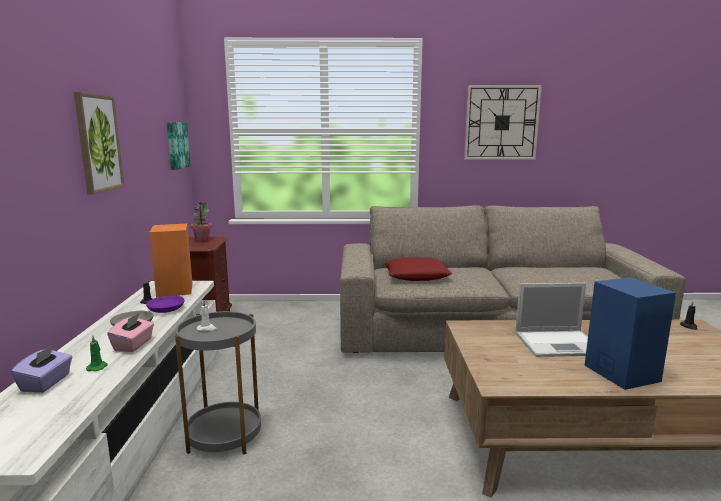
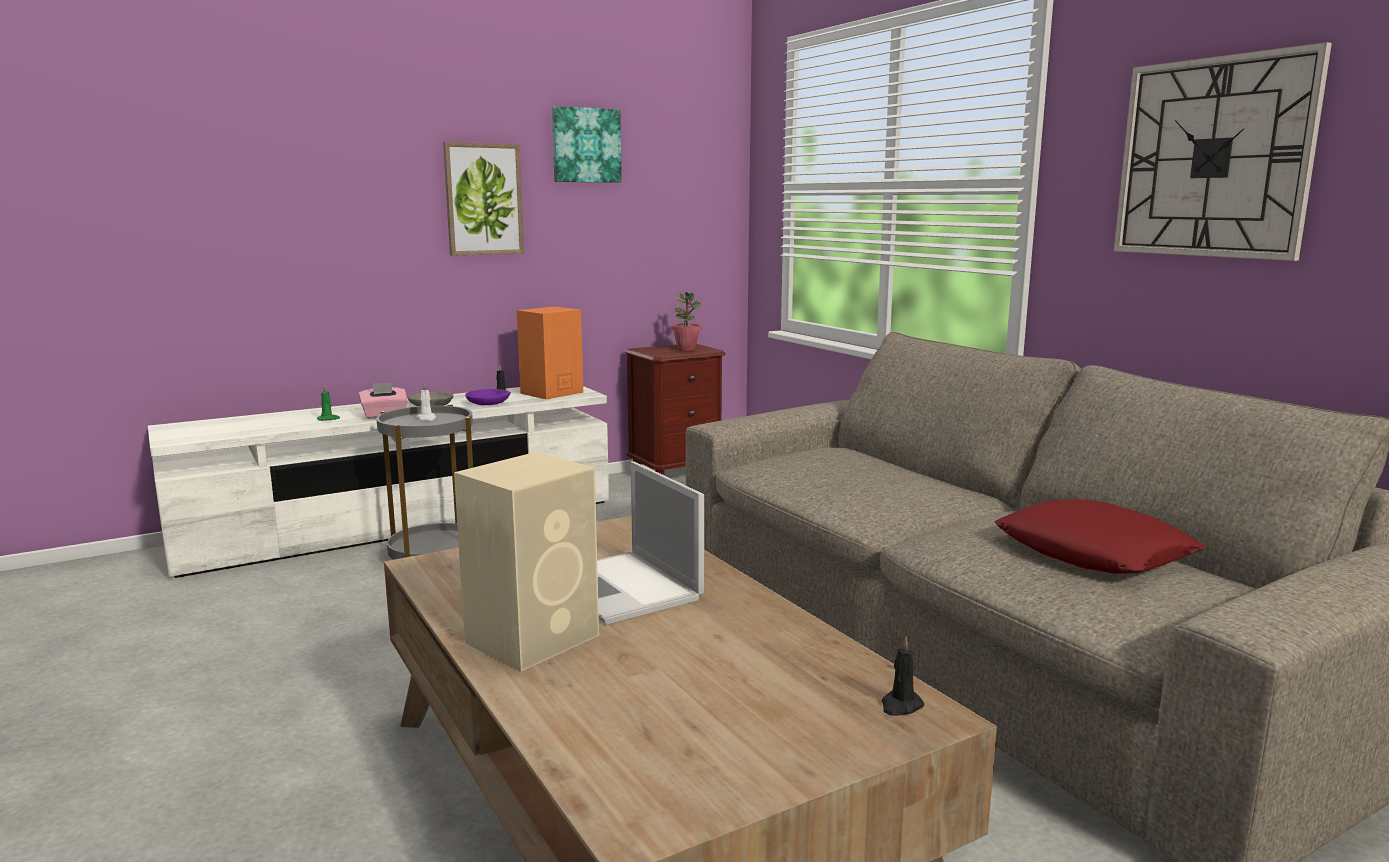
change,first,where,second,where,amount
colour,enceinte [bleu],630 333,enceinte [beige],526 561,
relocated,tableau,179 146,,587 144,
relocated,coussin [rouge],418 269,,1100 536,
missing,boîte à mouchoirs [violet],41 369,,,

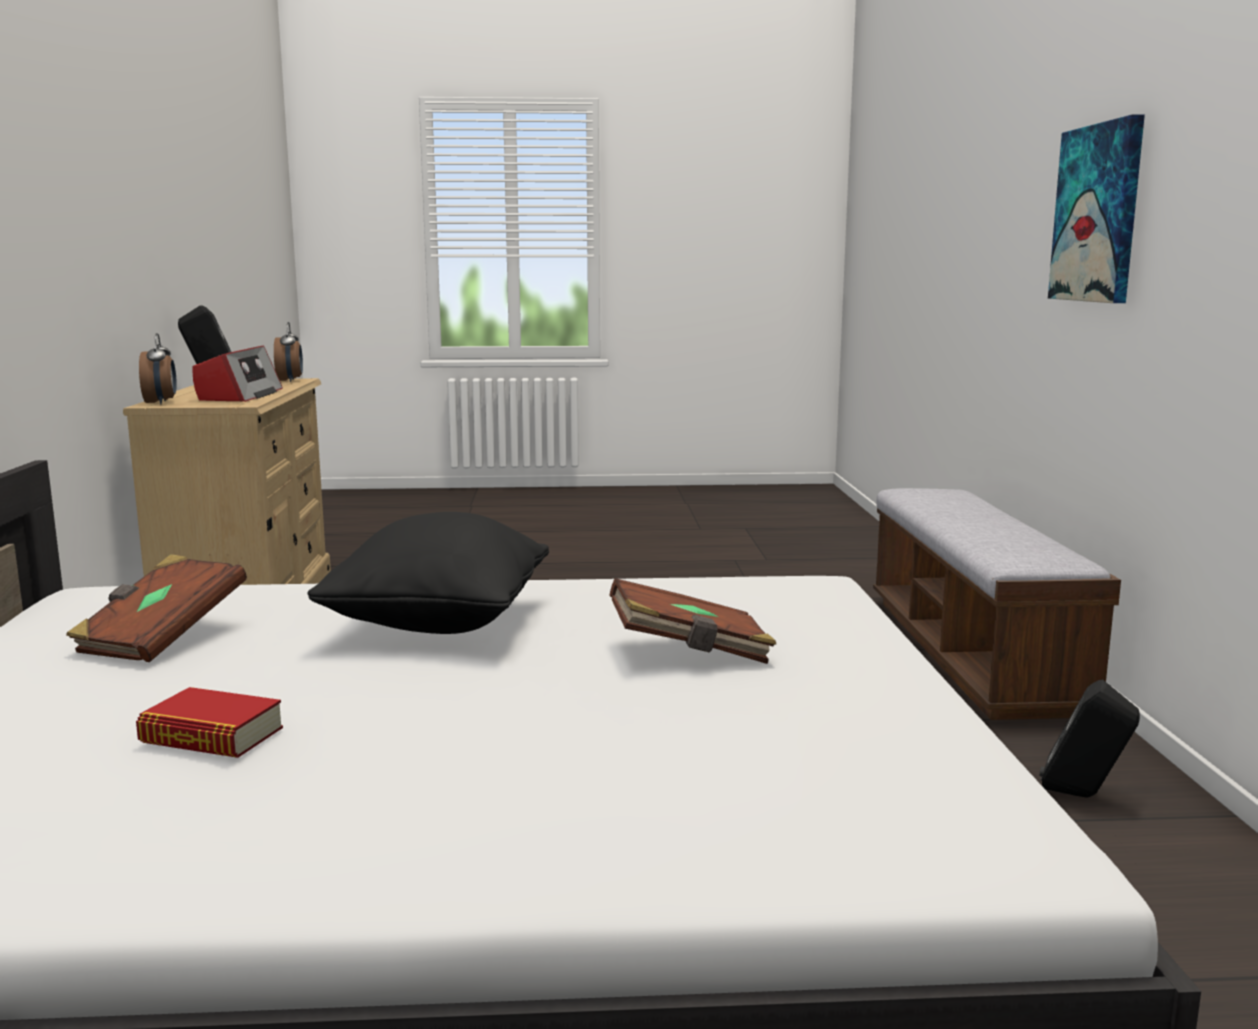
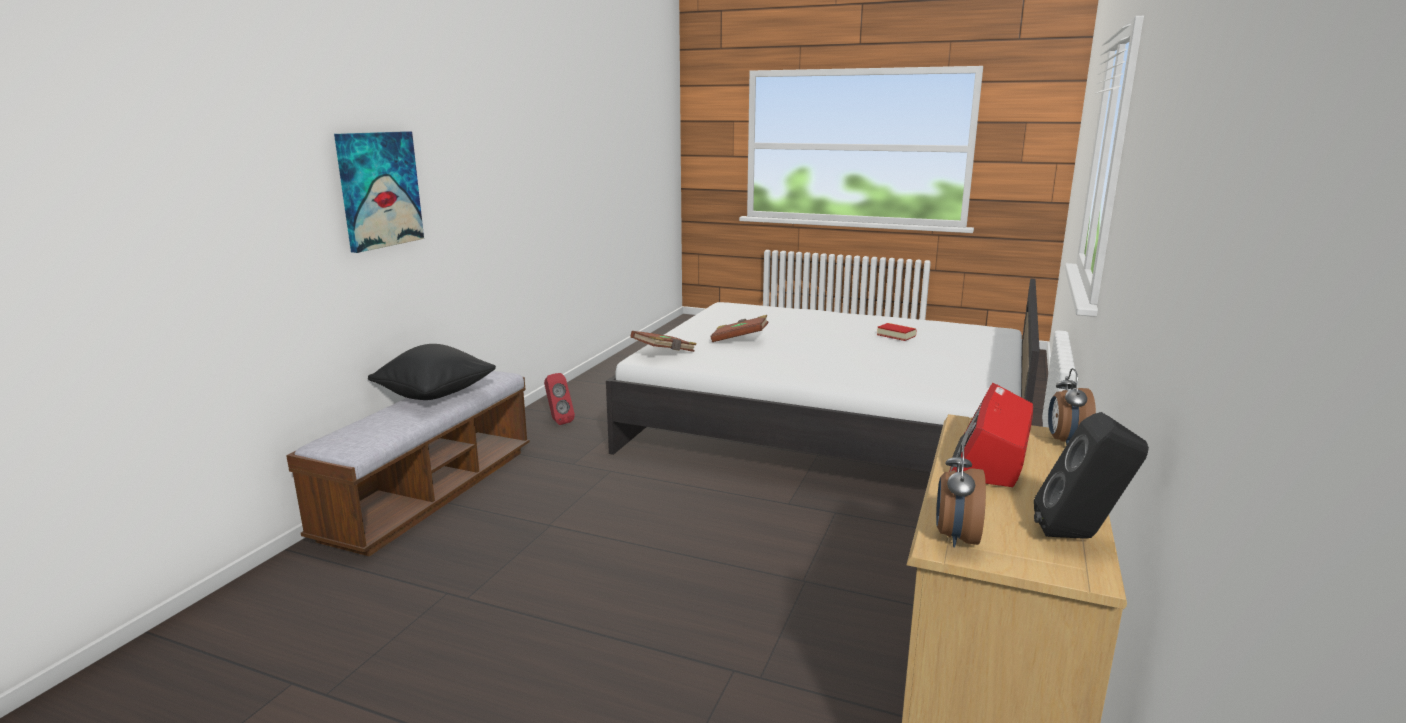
change,first,where,second,where,amount
relocated,coussin [noir],428 573,,432 372,
colour,enceinte [noir],1090 738,enceinte [rouge],559 399,
relocated,livre [marron],156 608,,663 341,

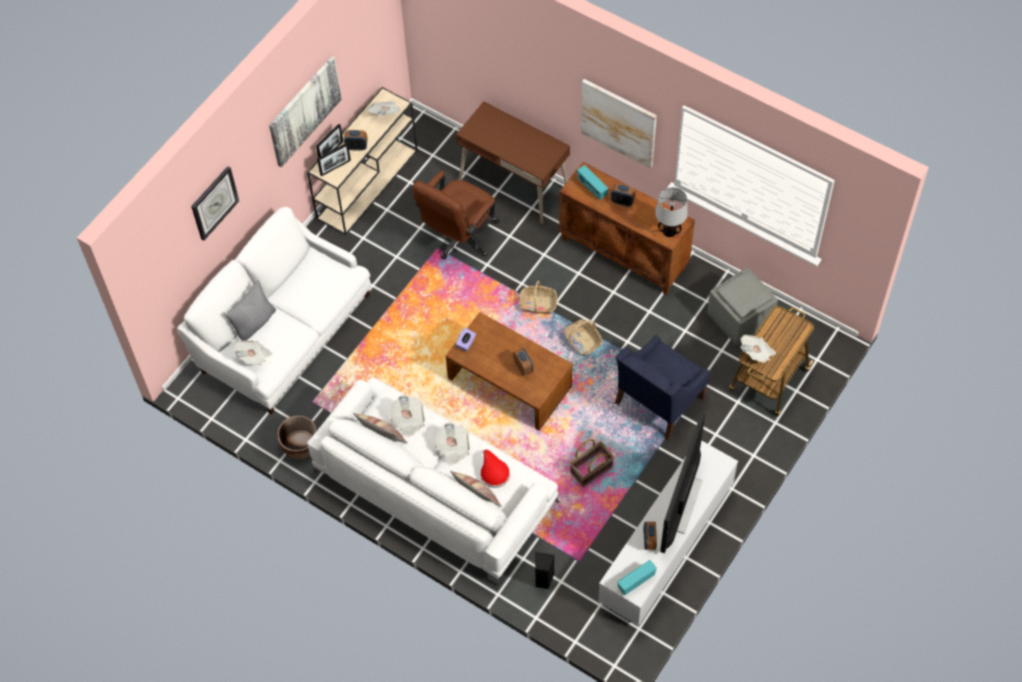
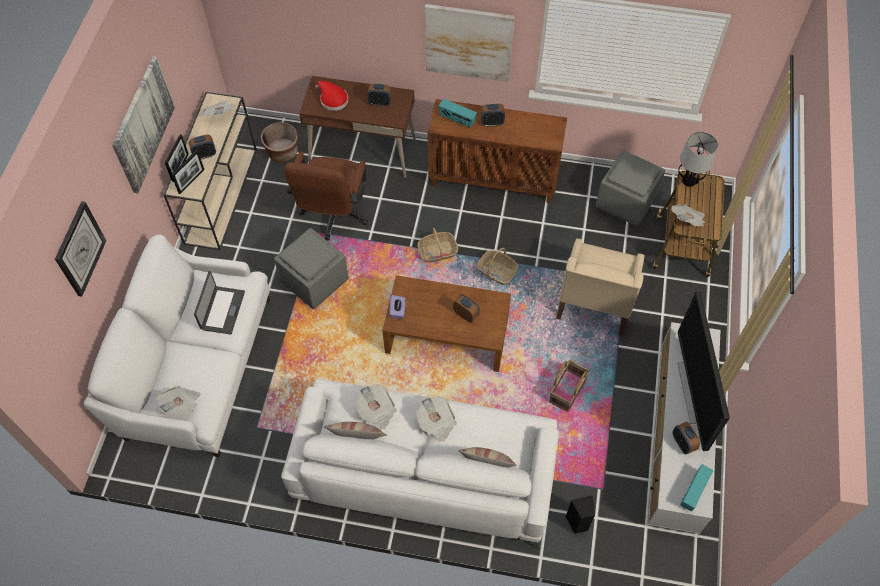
change,first,where,second,where,amount
appeared,,,ordinateur portable,219 303,
relocated,cache-pot [marron],297 437,,280 142,
appeared,,,pouf [gris],311 268,
relocated,chapeau [rouge],495 469,,332 96,
appeared,,,réveil,379 95,
colour,fauteuil [bleu],662 387,fauteuil [beige],600 287,
relocated,lampe de table,671 212,,698 159,
missing,coussin [gris],250 310,,,

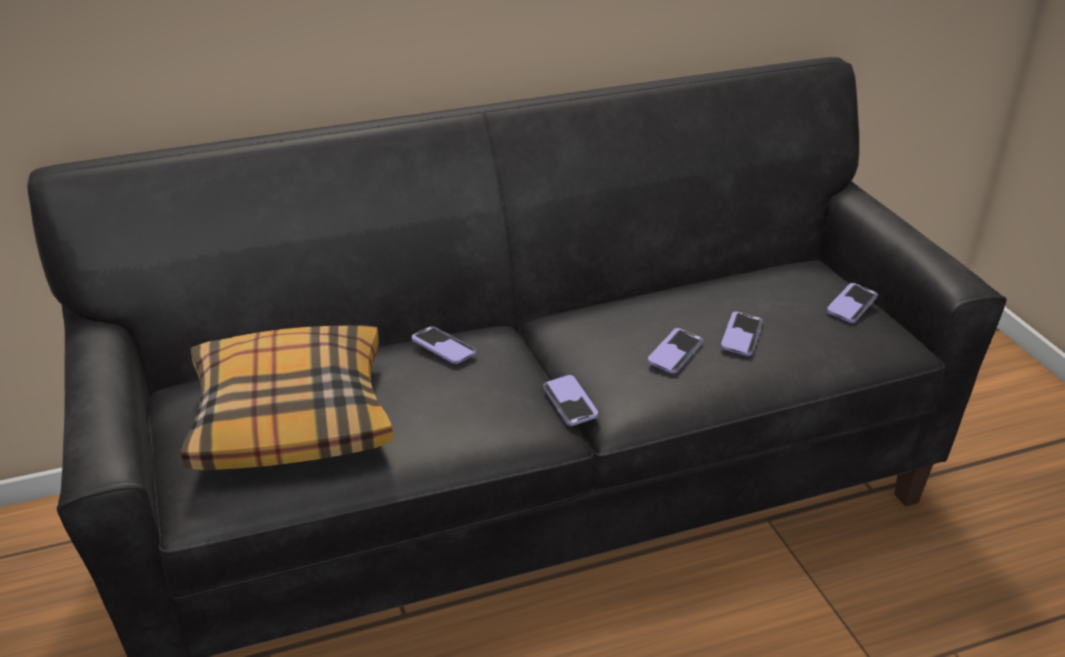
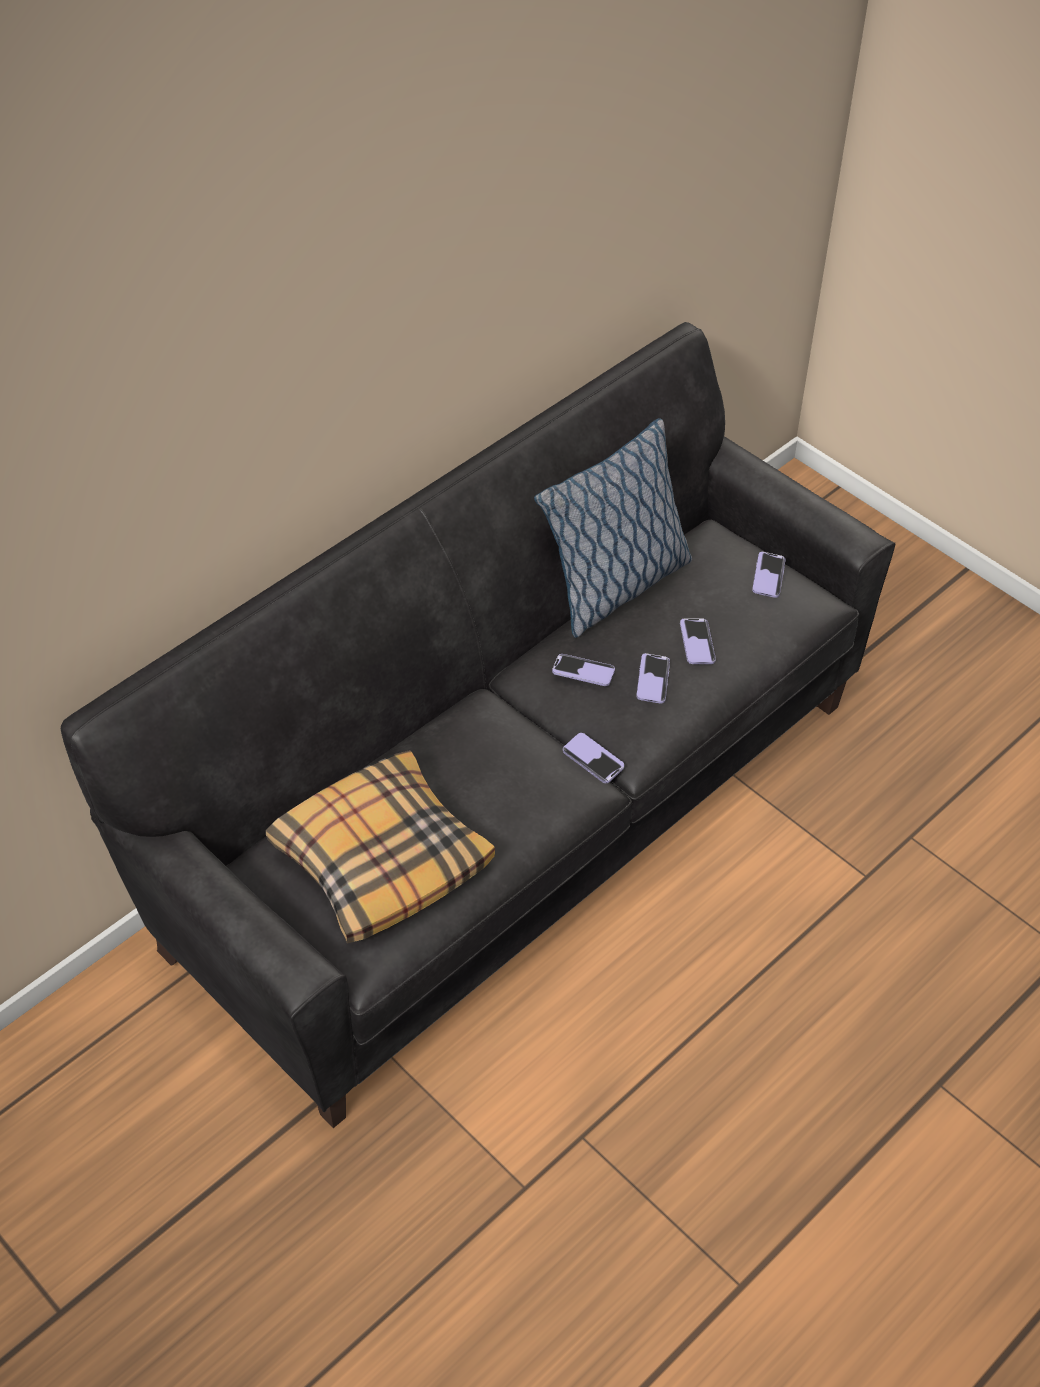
change,first,where,second,where,amount
appeared,,,coussin,613 528,
relocated,téléphone,443 345,,583 670,

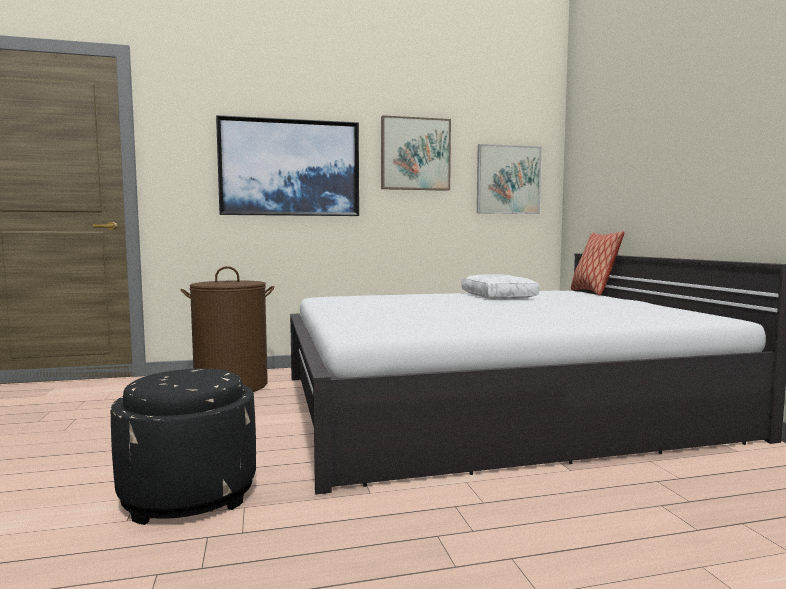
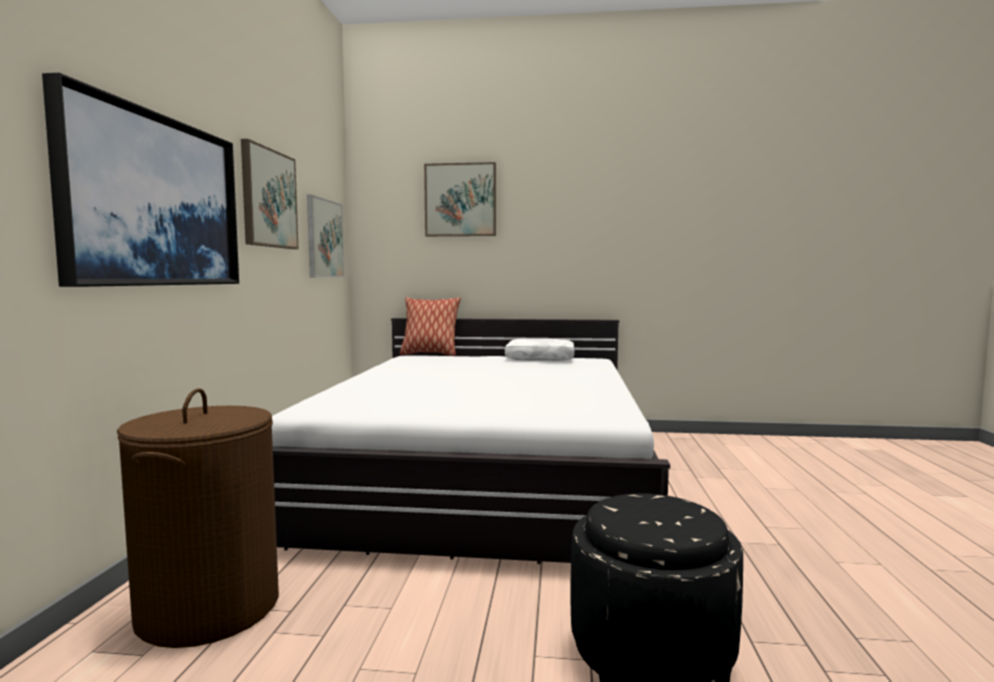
change,first,where,second,where,amount
appeared,,,tableau,460 199,
relocated,coussin [blanc],500 287,,539 349,

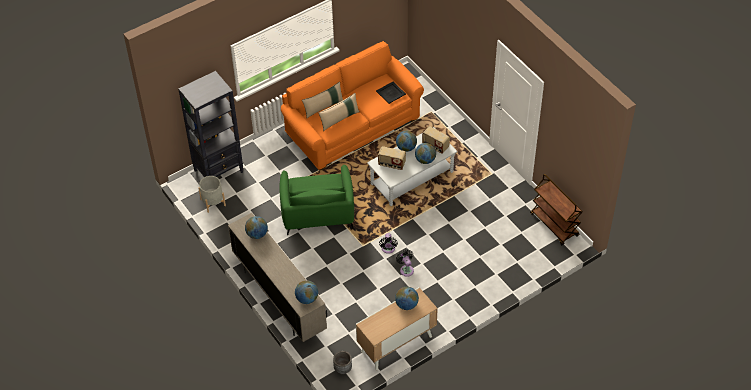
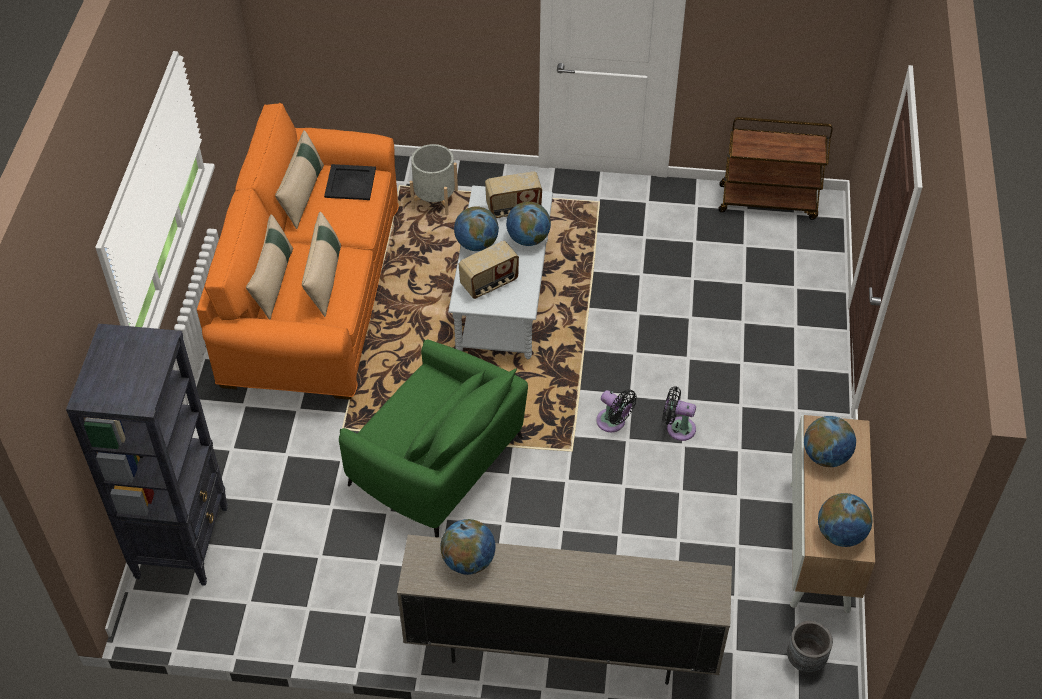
change,first,where,second,where,amount
appeared,,,coussin [beige],299 179,
relocated,cache-pot [gris],212 194,,434 179,
relocated,globe,306 292,,845 520,

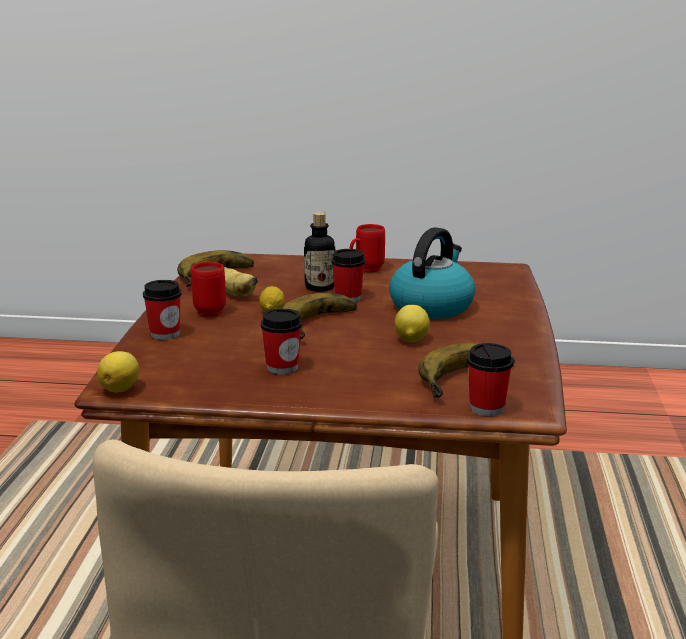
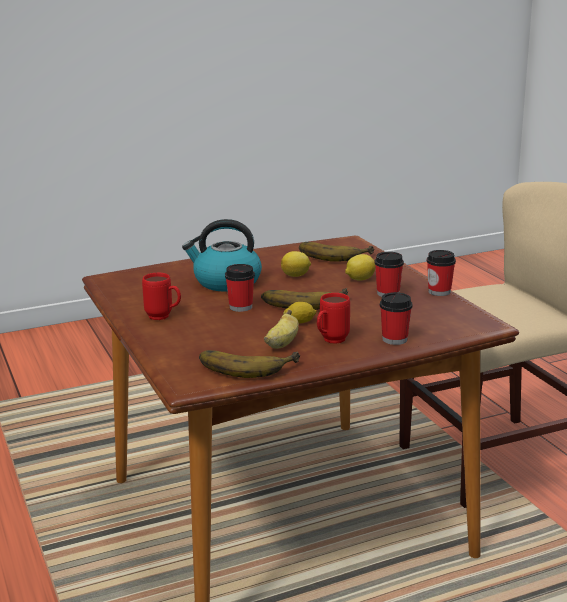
change,first,where,second,where,amount
relocated,citron,118 372,,360 267,
relocated,tasse,490 379,,441 273,
missing,bouteille,319 252,,,

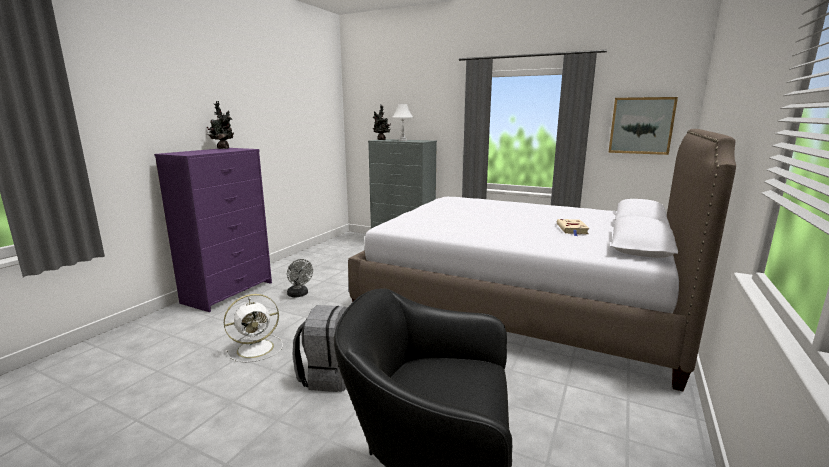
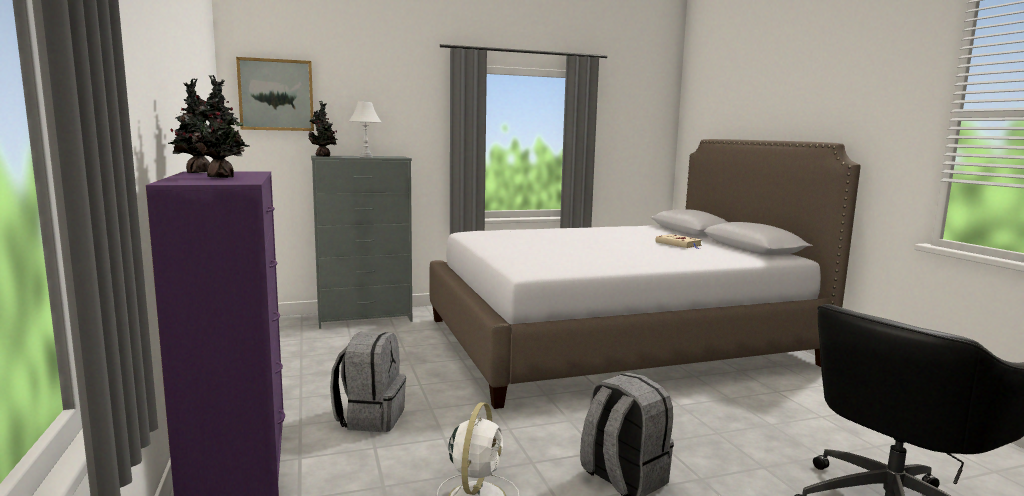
change,first,where,second,where,amount
appeared,,,plante en pot,220 126,
relocated,tableau,643 126,,275 94,
exchanged,ventilateur [gris],300 278,sac à dos [gris],368 381,

